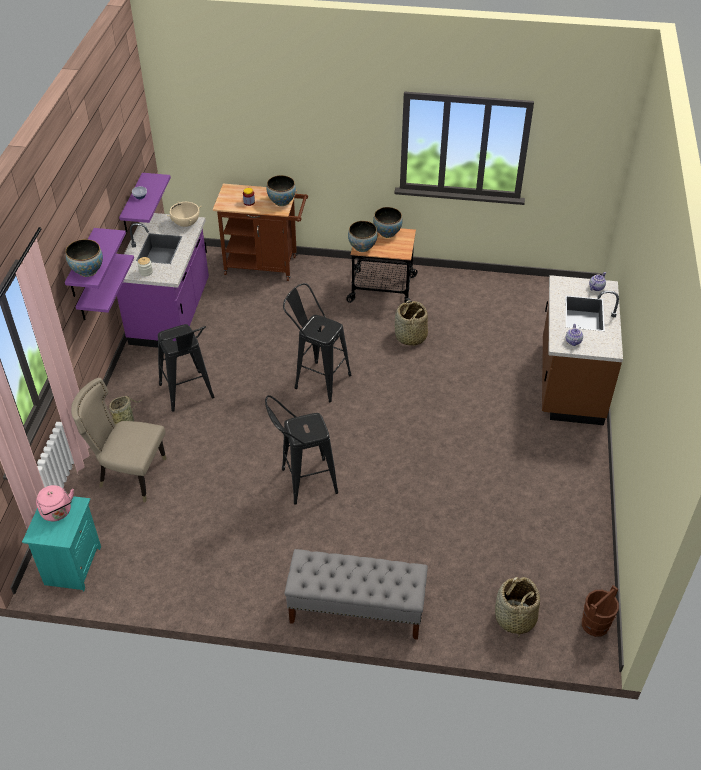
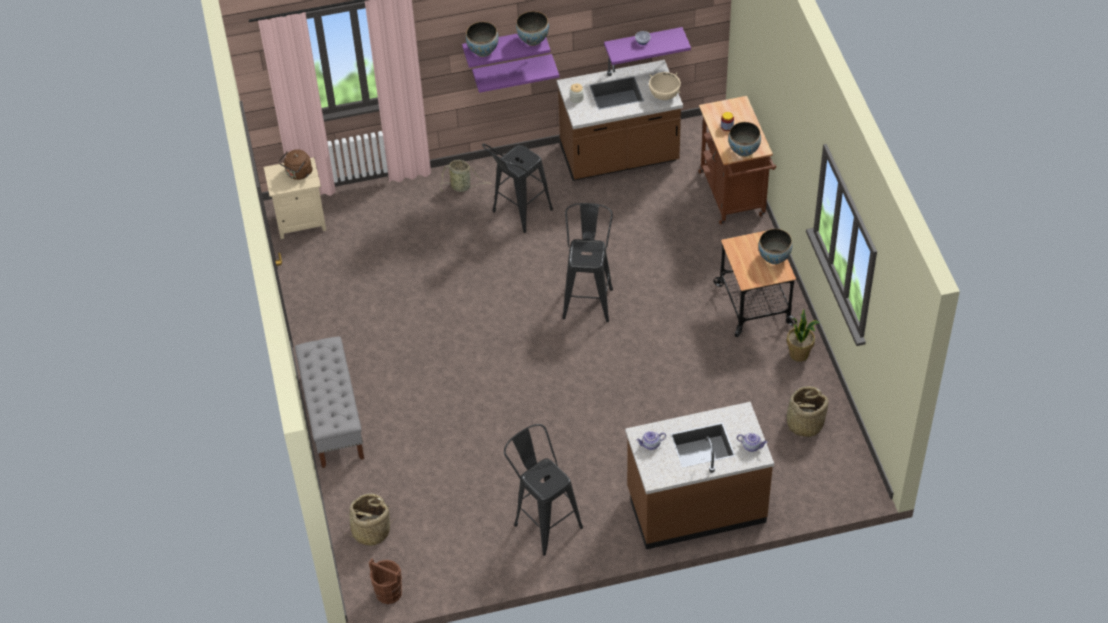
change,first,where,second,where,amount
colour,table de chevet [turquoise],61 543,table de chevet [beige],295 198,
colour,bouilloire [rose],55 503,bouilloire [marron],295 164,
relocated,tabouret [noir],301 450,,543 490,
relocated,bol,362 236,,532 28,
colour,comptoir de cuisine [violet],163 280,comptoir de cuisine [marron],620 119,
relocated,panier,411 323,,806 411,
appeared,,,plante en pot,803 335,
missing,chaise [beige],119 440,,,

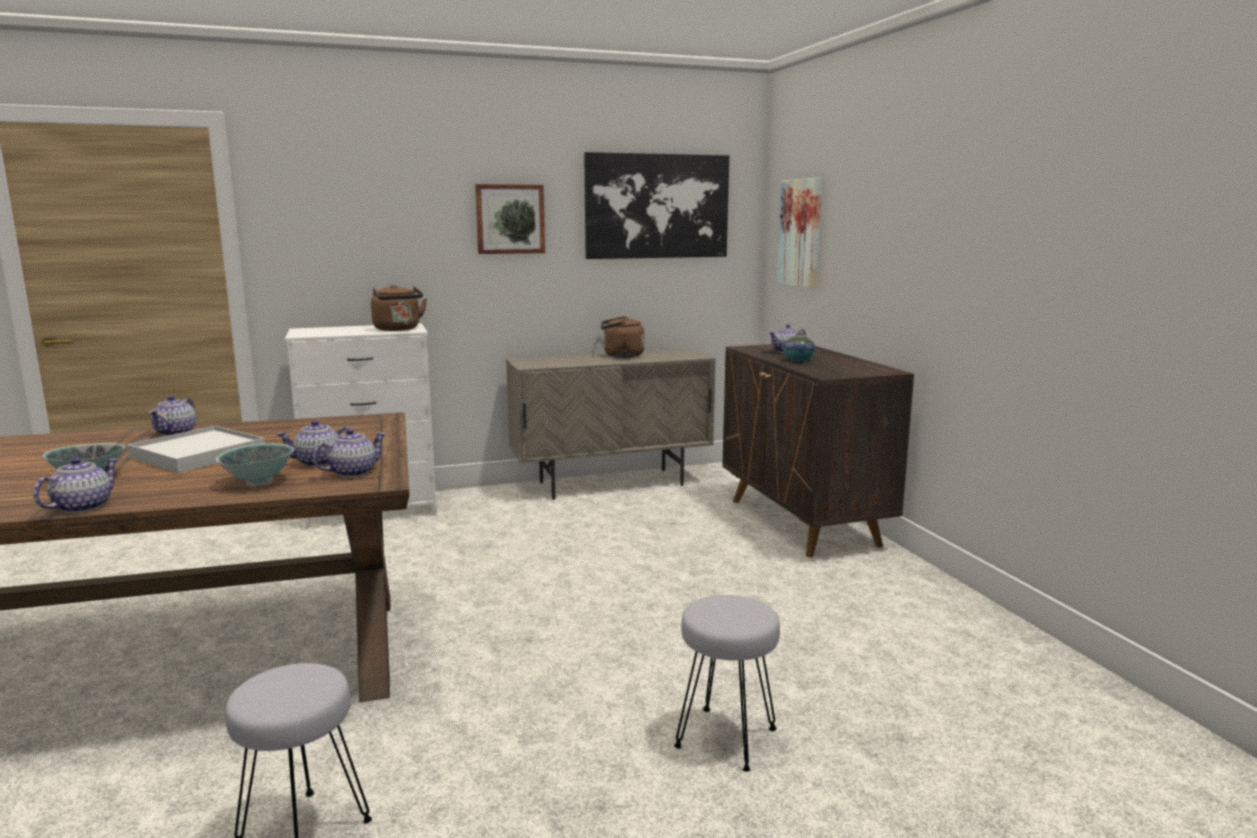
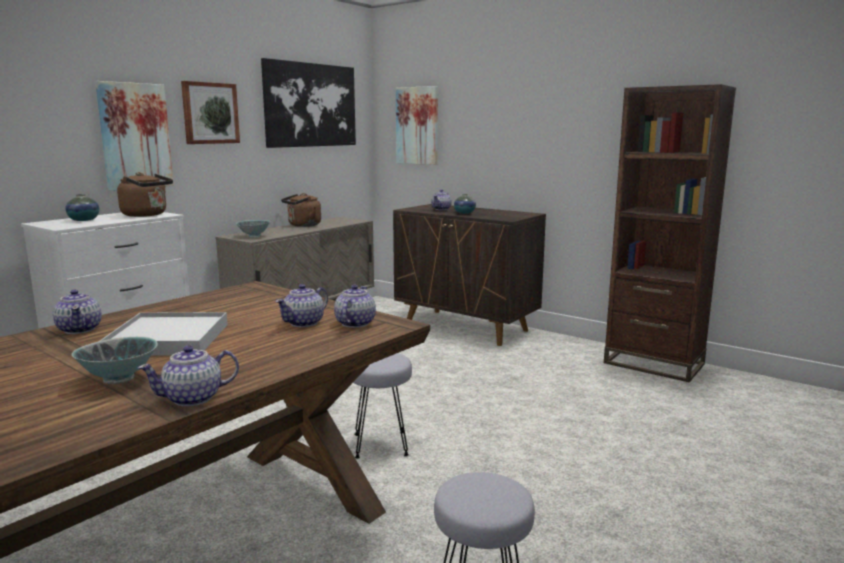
change,first,where,second,where,amount
appeared,,,vase,82 207,
appeared,,,tableau,134 136,
spun,théière,75 485,,188 375,105 degrees counterclockwise
relocated,bol,255 465,,253 229,
relocated,tabouret [gris],727 683,,382 406,
appeared,,,bibliothèque [marron],670 233,

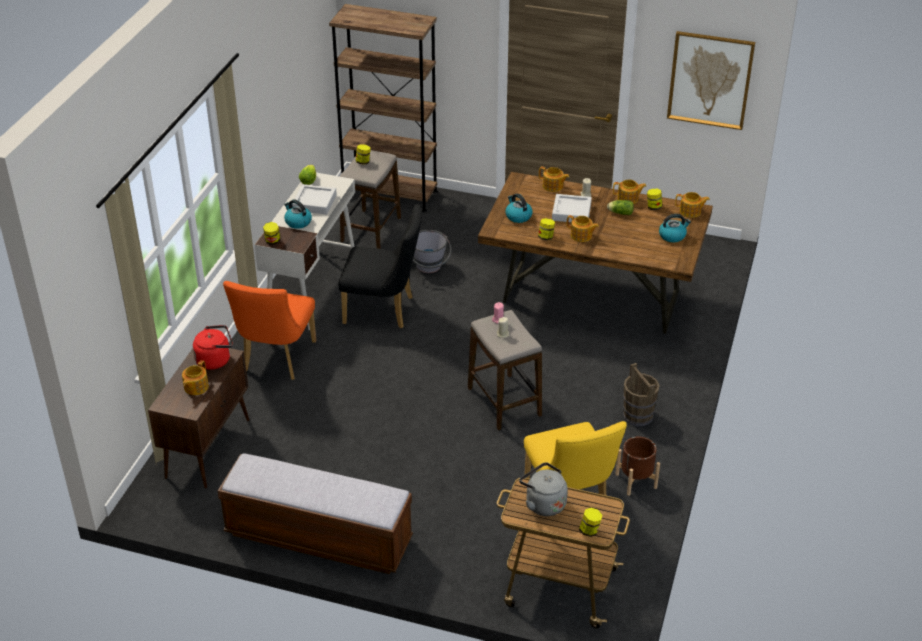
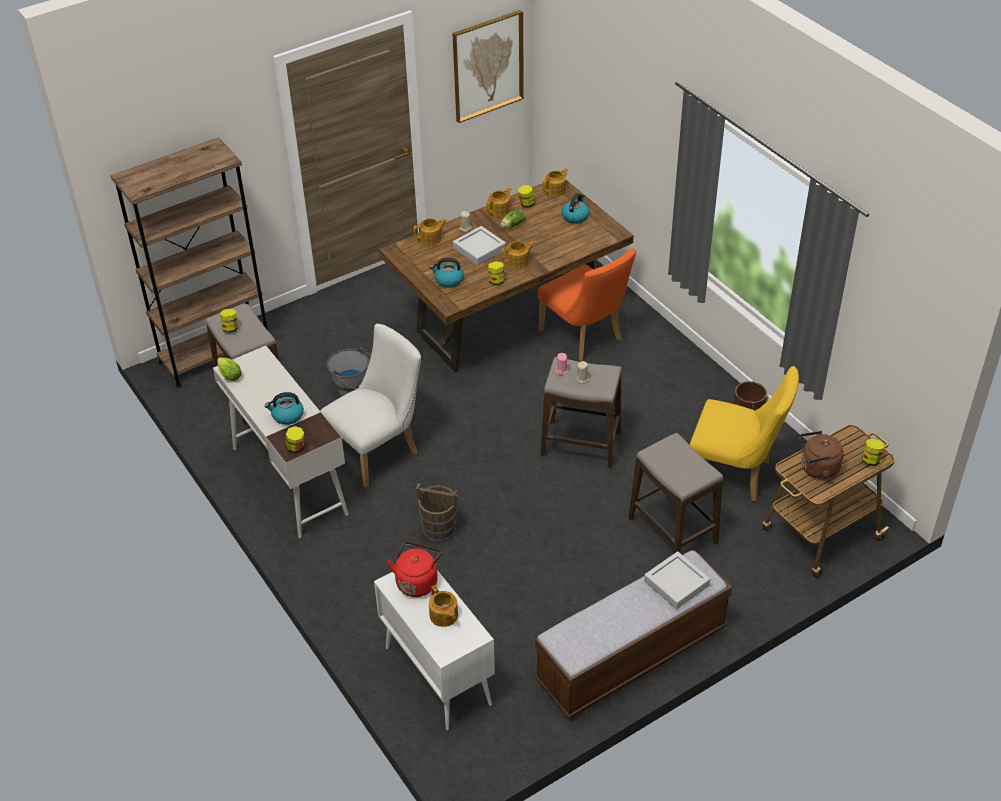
change,first,where,second,where,amount
colour,chaise [noir],380 266,chaise [blanc],370 406,
colour,meuble de rangement [marron],199 418,meuble de rangement [blanc],434 650,
relocated,seau [marron],641 394,,436 512,
relocated,chaise [orange],269 330,,586 304,
appeared,,,tabouret,675 493,
relocated,plateau [gris],314 199,,677 580,
colour,bouilloire [gris],543 489,bouilloire [marron],821 455,

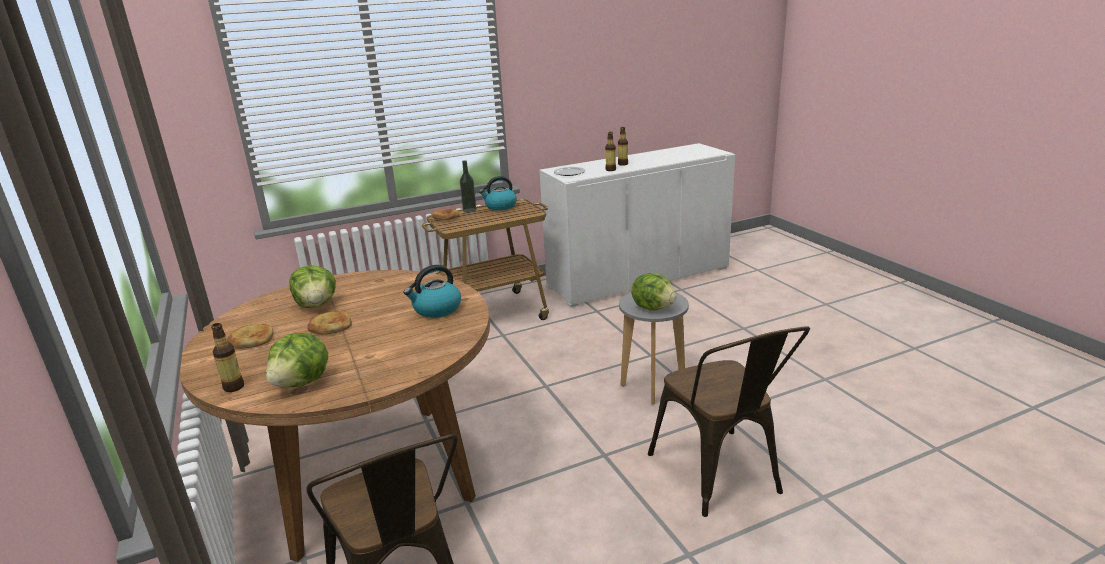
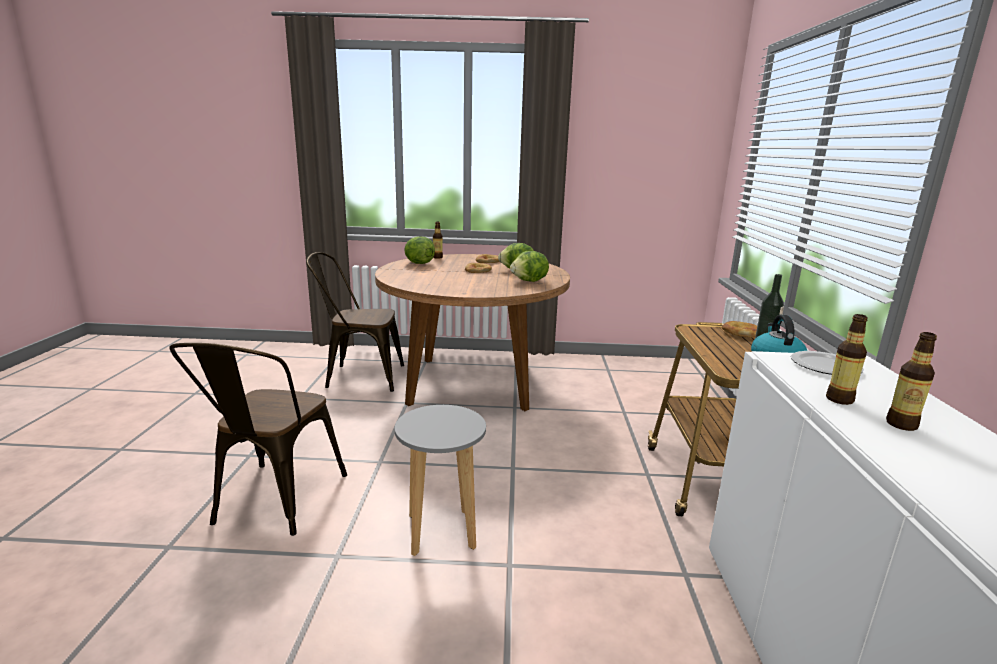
change,first,where,second,where,amount
spun,chaise [marron],729 421,,258 439,90 degrees counterclockwise
relocated,laitue,654 292,,529 266,
missing,bouilloire,432 291,,,

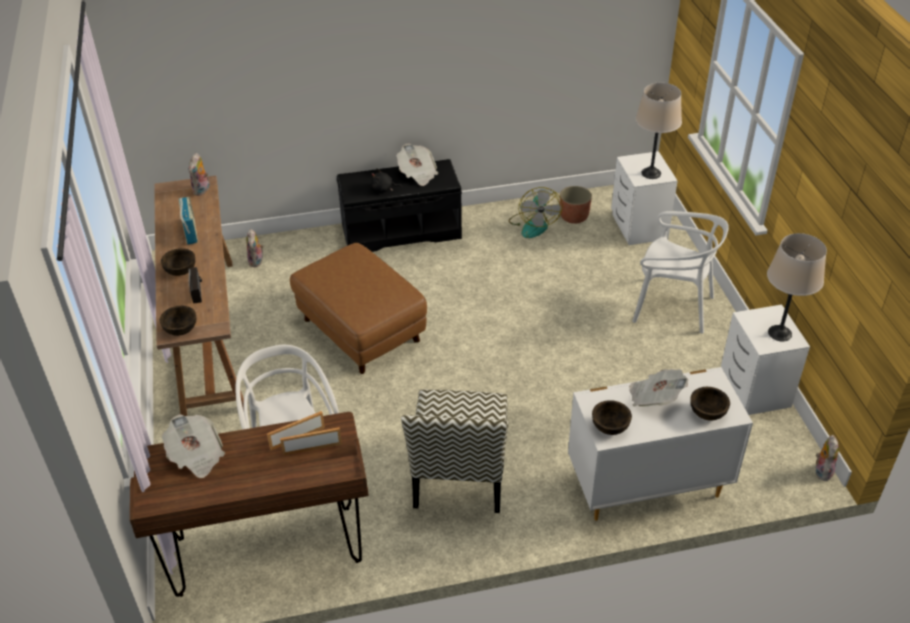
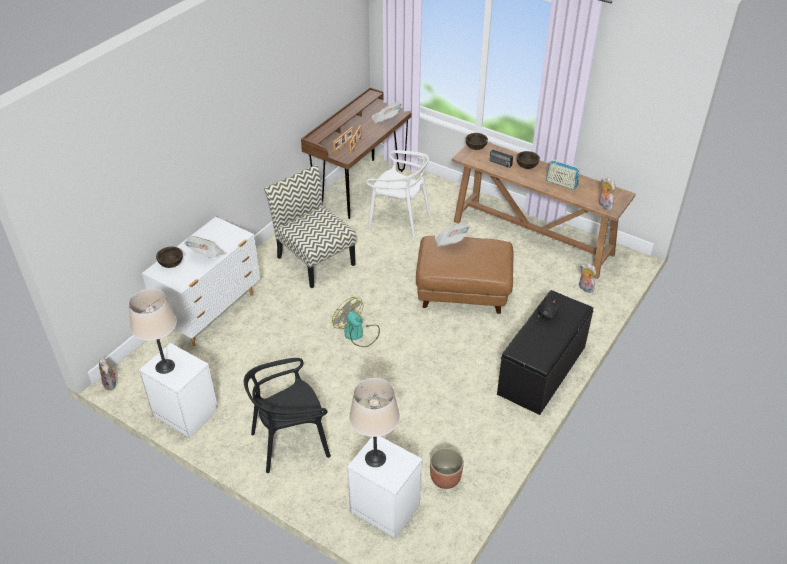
change,first,where,second,where,amount
colour,chaise [blanc],680 272,chaise [noir],287 415,
relocated,ventilateur,536 212,,356 322,
relocated,journal,417 164,,452 235,
missing,bol [marron],612 417,,,

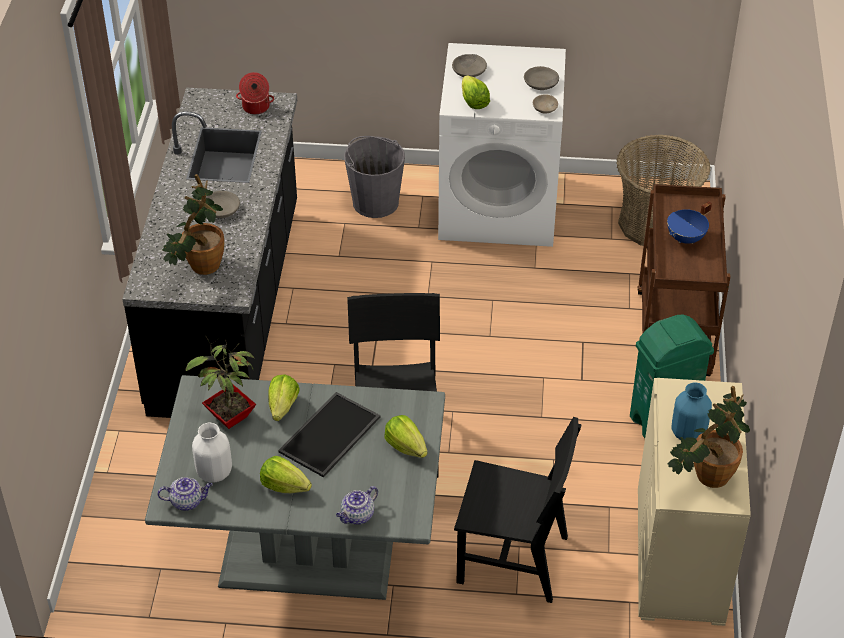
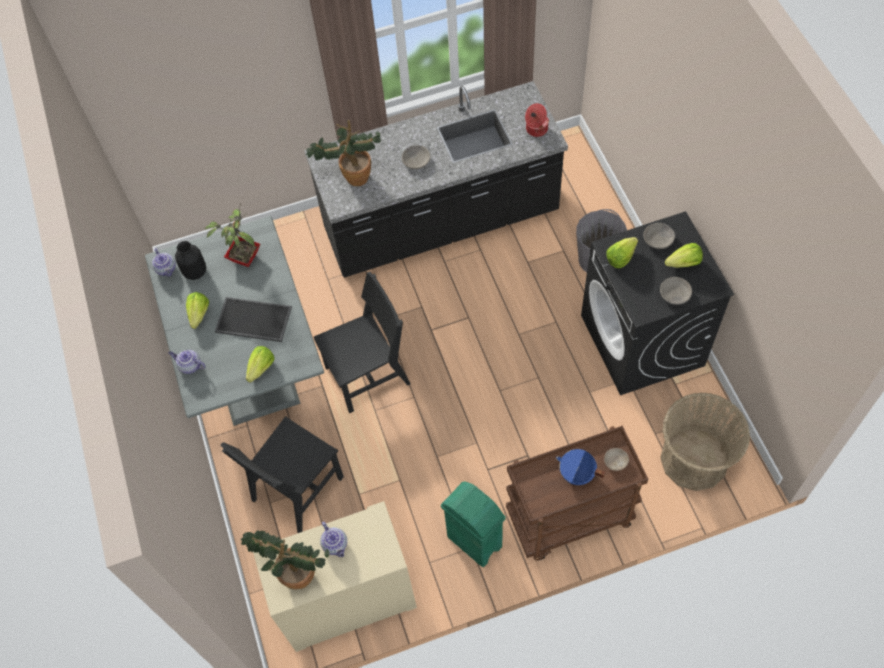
change,first,where,second,where,amount
colour,vase [blanc],212 452,vase [noir],190 260,
spun,chaise [noir],518 510,,282 474,45 degrees clockwise
exchanged,vase [bleu],691 411,théière,333 539,
colour,lave-linge [blanc],502 145,lave-linge [noir],657 303,
relocated,bol [beige],545 104,,616 459,
relocated,laitue,284 397,,684 255,

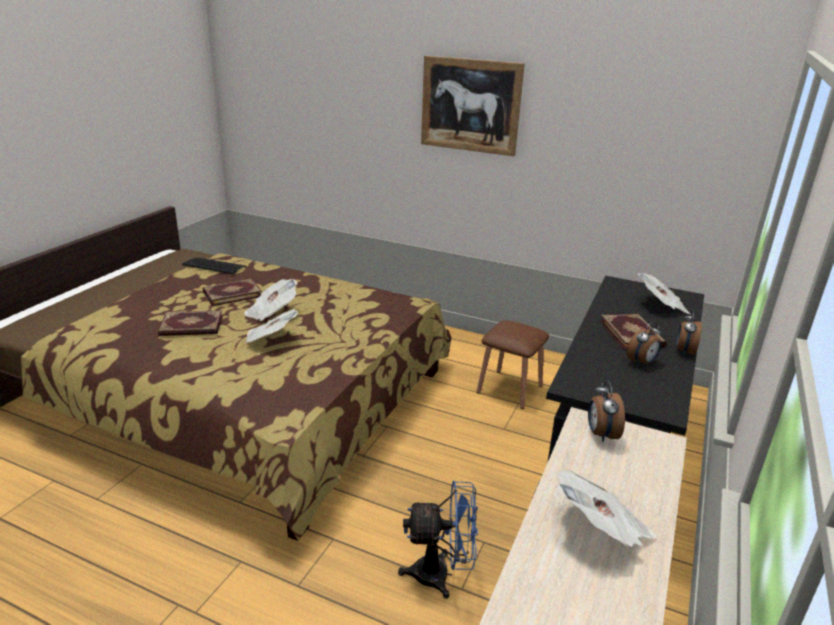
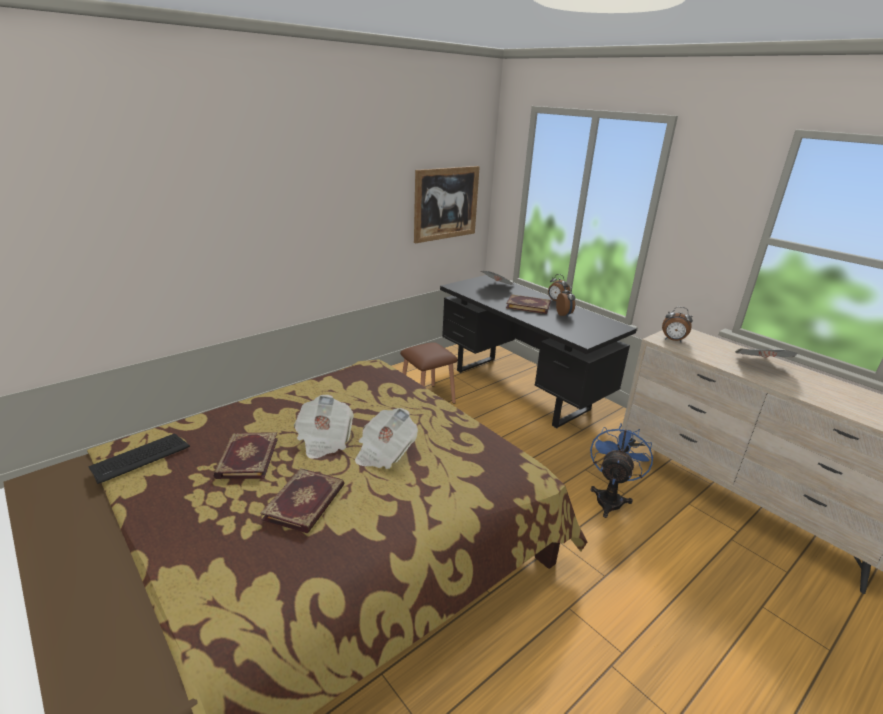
change,first,where,second,where,amount
relocated,tableau,473 106,,447 204,

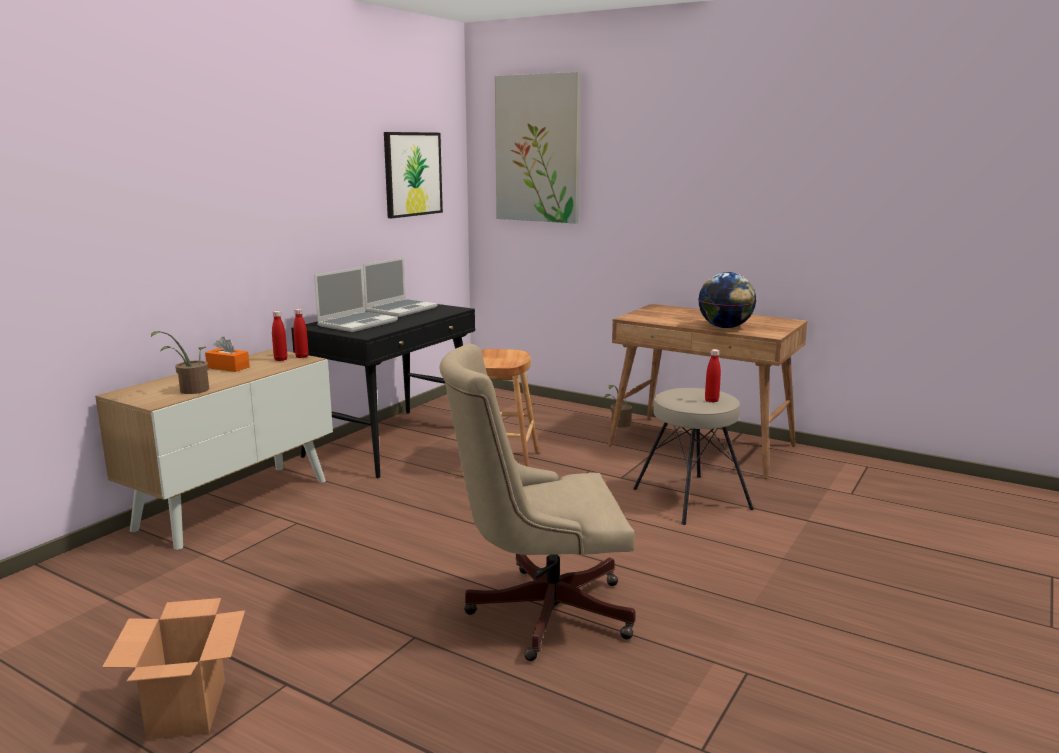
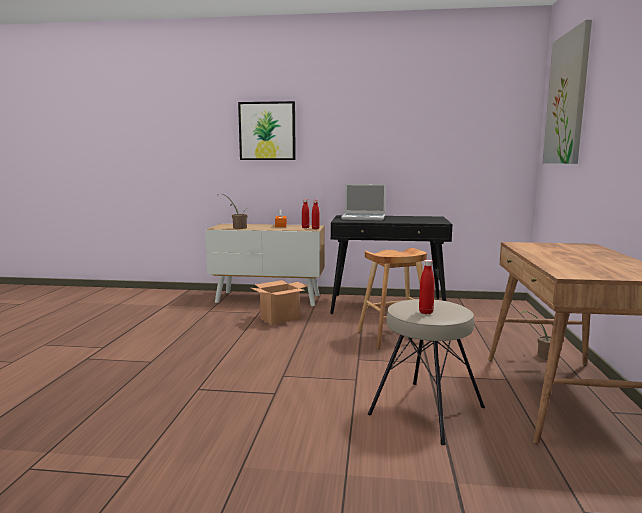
change,first,where,second,where,amount
relocated,tableau,413 175,,267 130,
relocated,carton,173 669,,279 302,
missing,ordinateur portable,400 287,,,
missing,chaise de bureau [beige],537 502,,,
missing,globe,727 300,,,

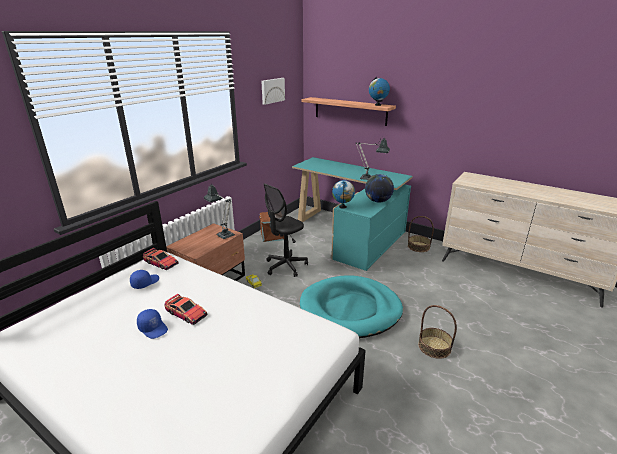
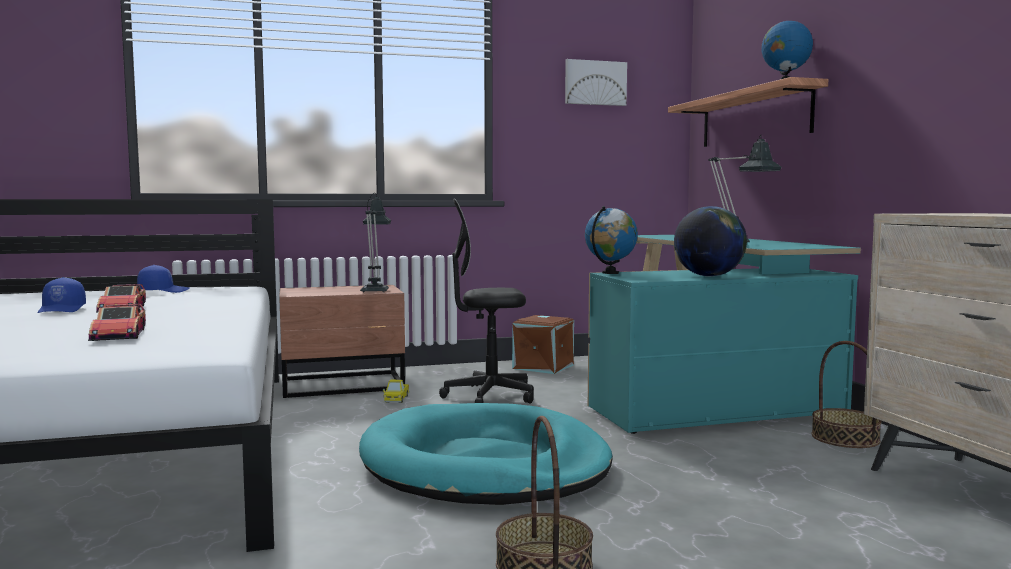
change,first,where,second,where,amount
relocated,petite voiture,160 259,,117 322,

